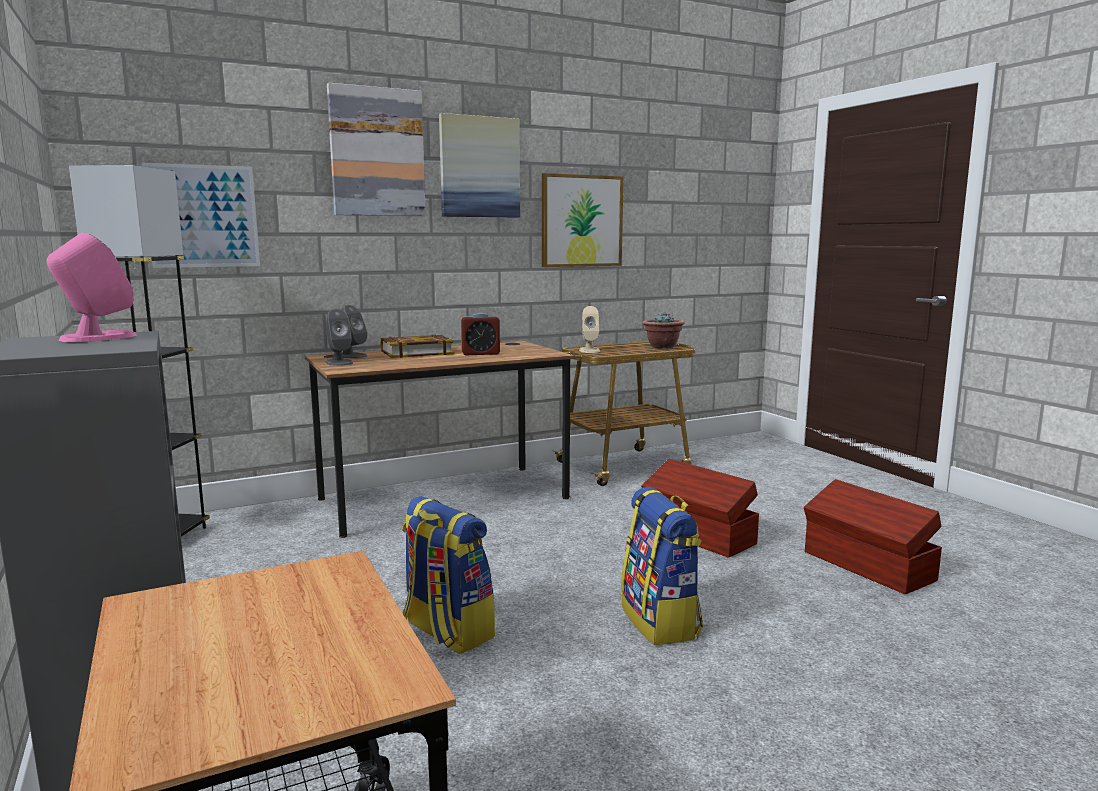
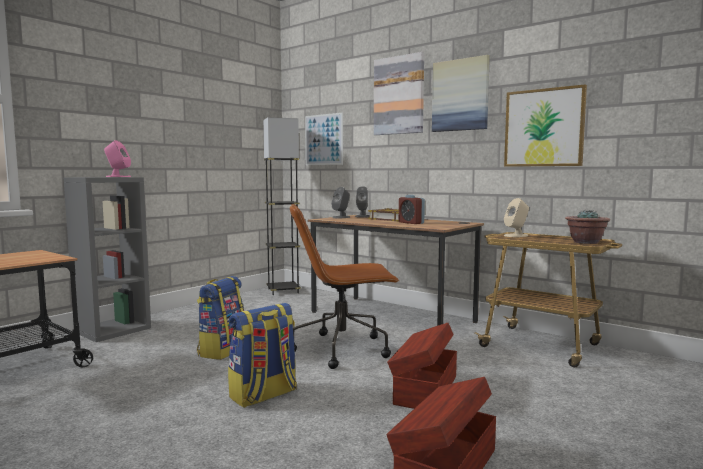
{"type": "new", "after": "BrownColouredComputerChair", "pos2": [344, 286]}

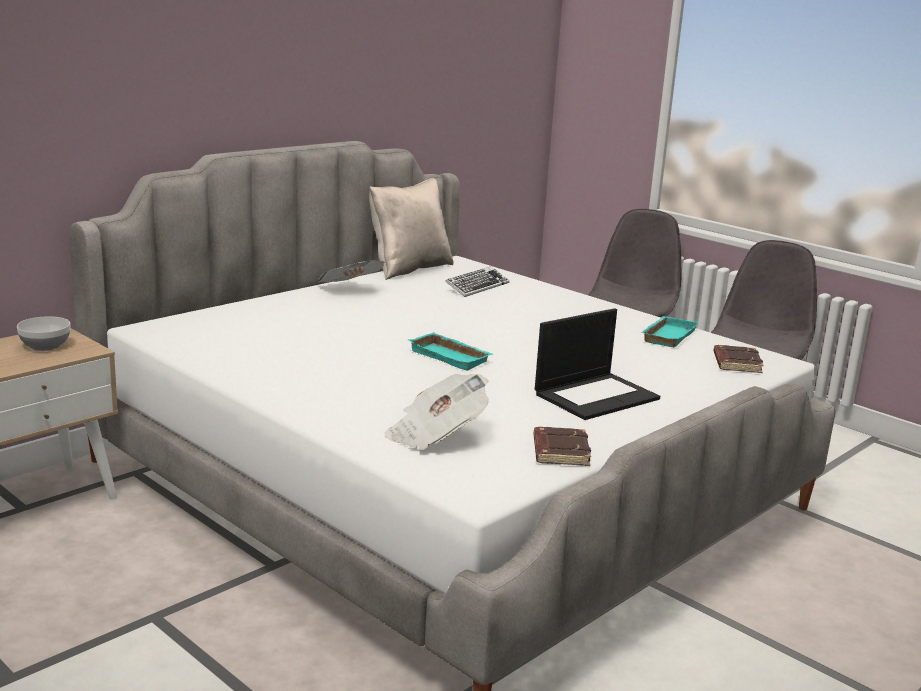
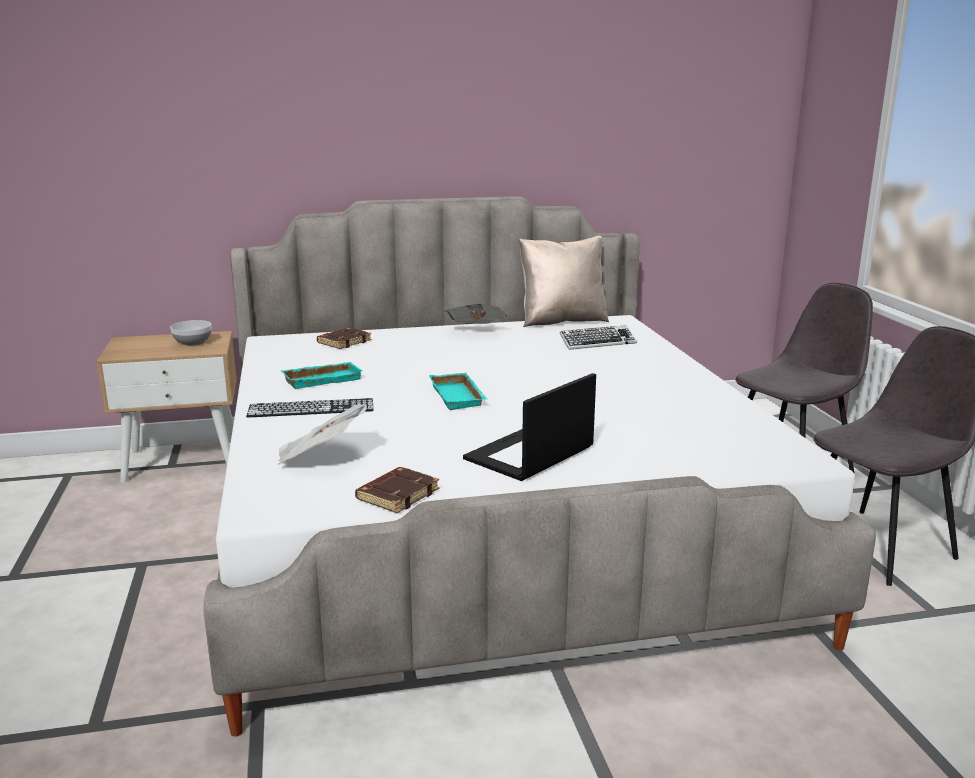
{"type": "rotated", "before": "PortableComputer", "pos1": [597, 364], "pos2": [529, 427], "turn": 135}
{"type": "shifted", "before": "TurquoiseColouredCarryingTray", "pos1": [669, 331], "pos2": [321, 375]}
{"type": "shifted", "before": "BrownColouredBoundBook", "pos1": [738, 359], "pos2": [344, 338]}
{"type": "new", "after": "Keyboard", "pos2": [310, 408]}

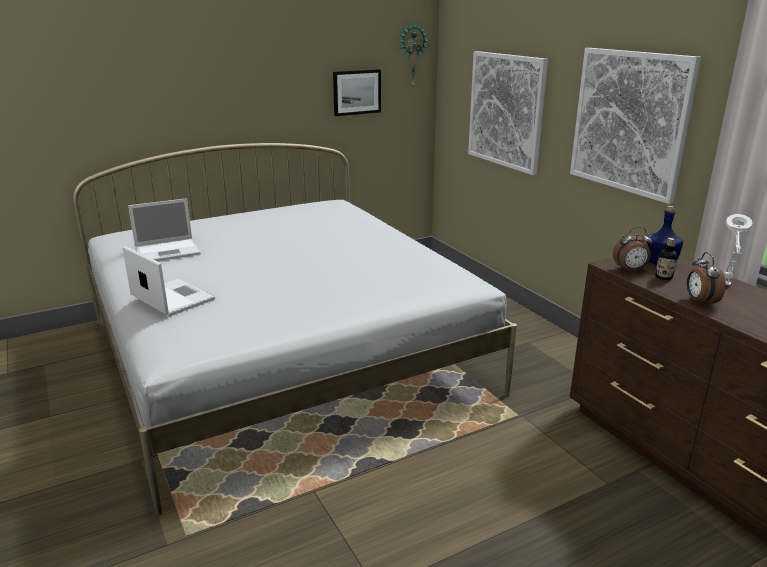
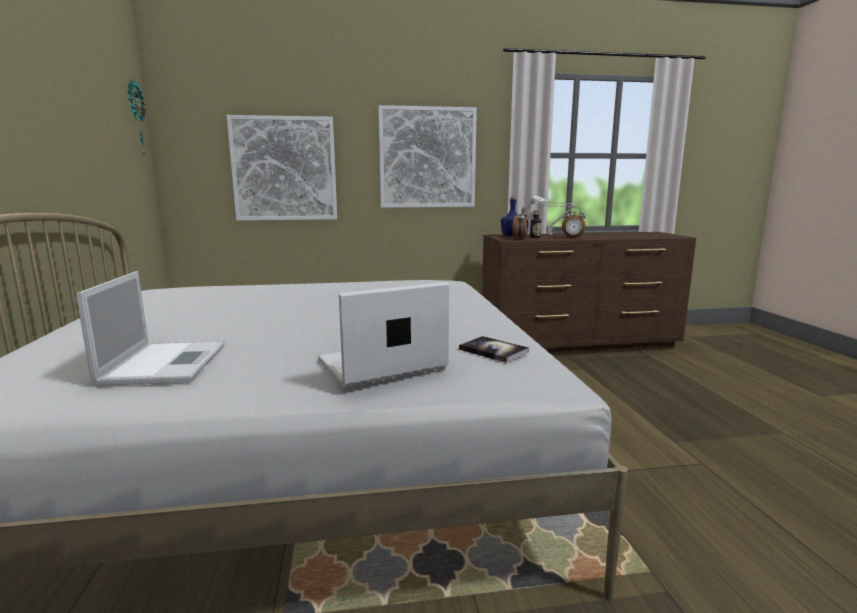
{"type": "gone", "before": "WallPicture", "pos1": [357, 92]}
{"type": "new", "after": "BoundBook", "pos2": [494, 349]}

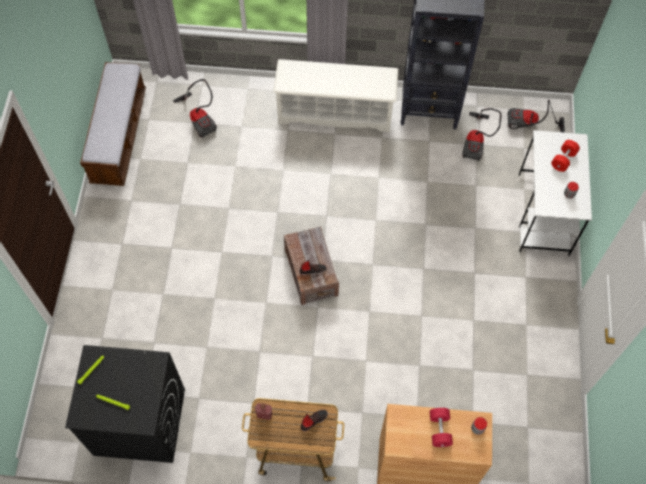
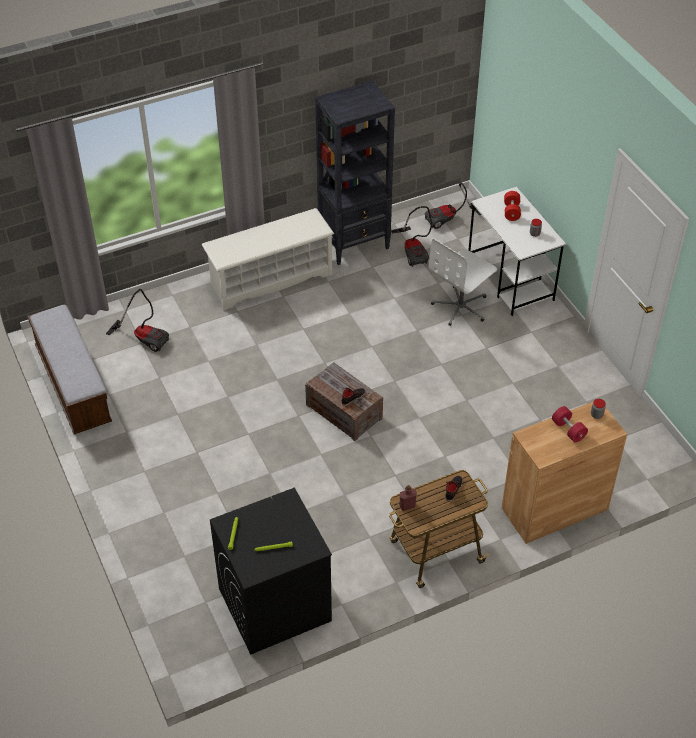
{"type": "new", "after": "WhitishComputerChair", "pos2": [463, 282]}

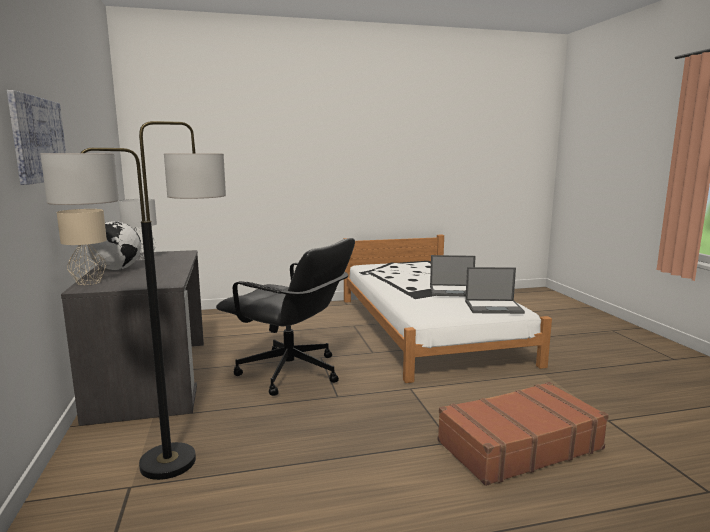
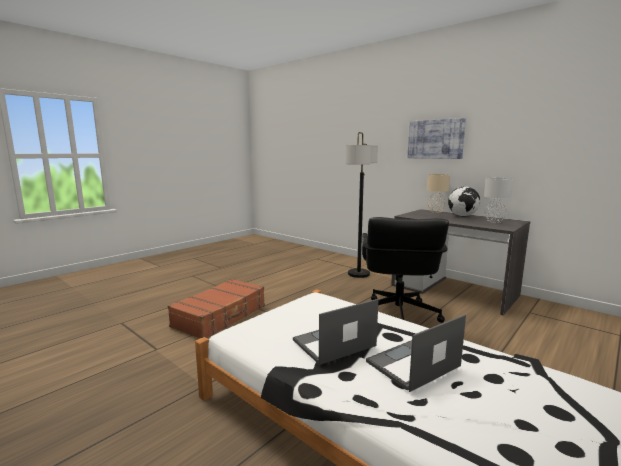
{"type": "rotated", "before": "BlackColouredComputerChair", "pos1": [285, 317], "pos2": [405, 270], "turn": -75}
{"type": "shifted", "before": "PortableComputer", "pos1": [495, 290], "pos2": [416, 353]}

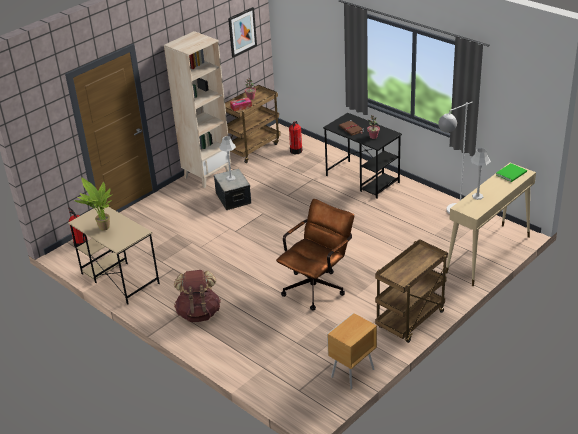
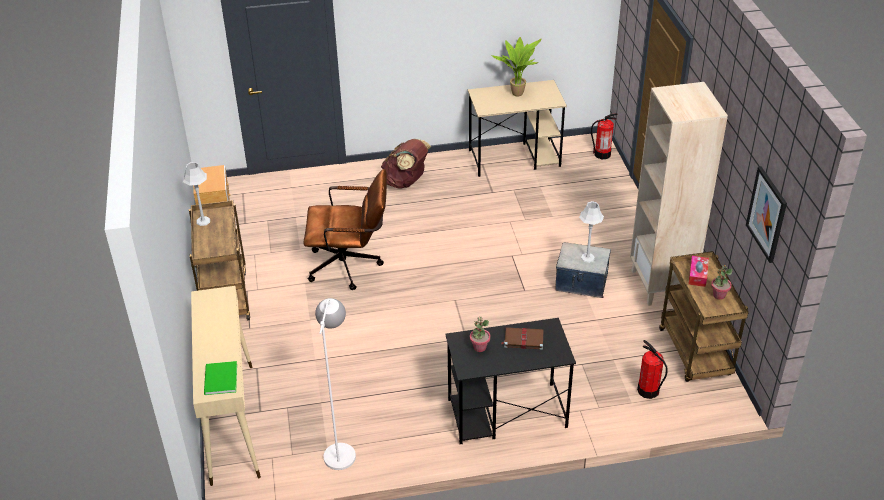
{"type": "rotated", "before": "BrownColouredComputerChair", "pos1": [315, 254], "pos2": [345, 229], "turn": -75}
{"type": "shifted", "before": "GreyLampForATable", "pos1": [481, 174], "pos2": [196, 194]}

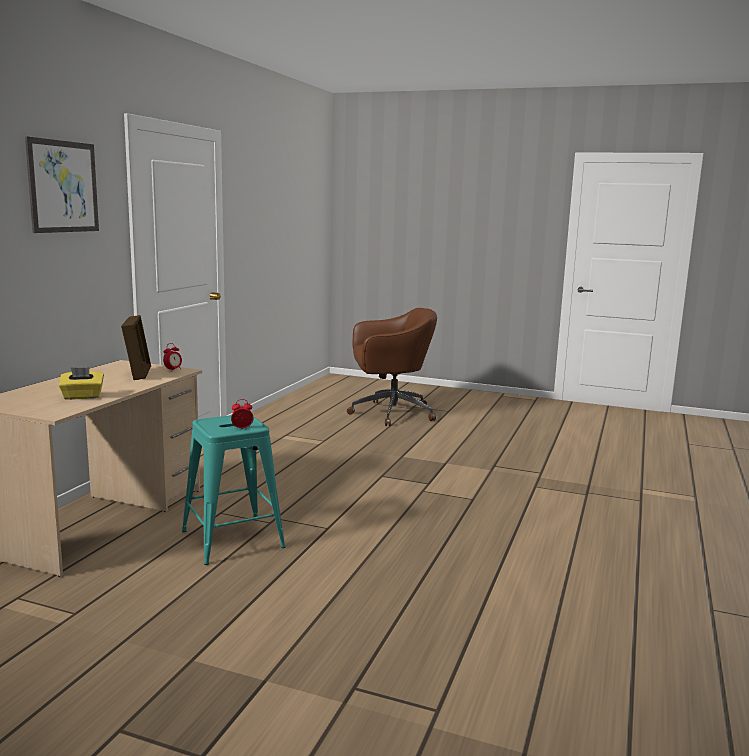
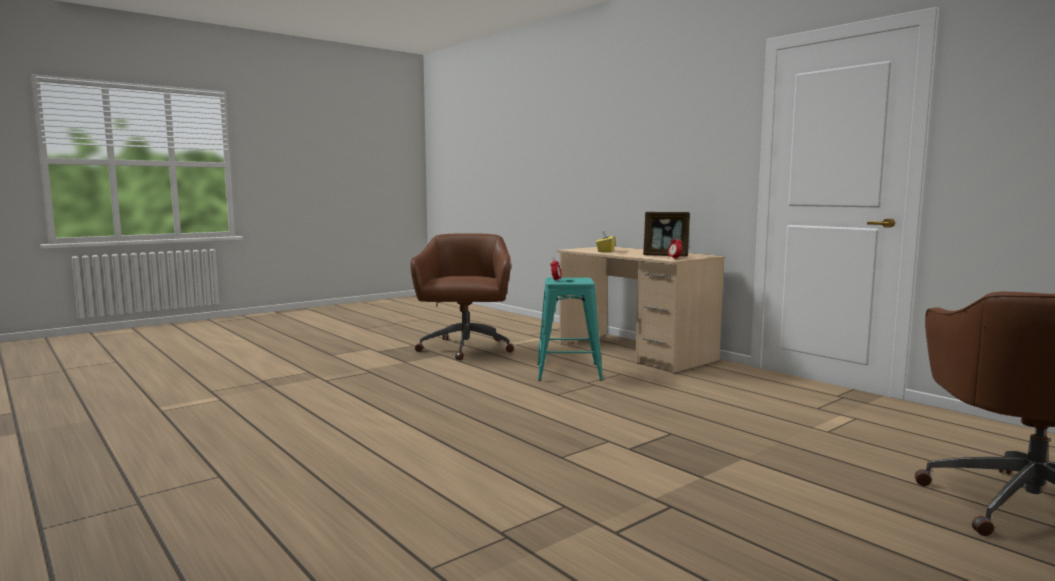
{"type": "gone", "before": "WallPicture", "pos1": [62, 184]}
{"type": "new", "after": "BrownColouredComputerChair", "pos2": [462, 296]}

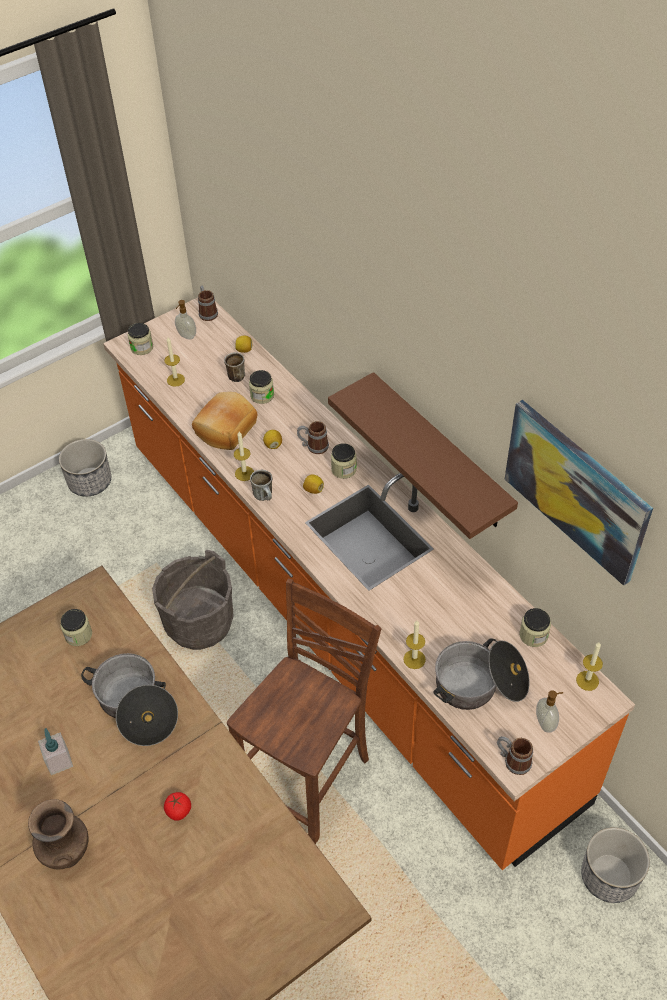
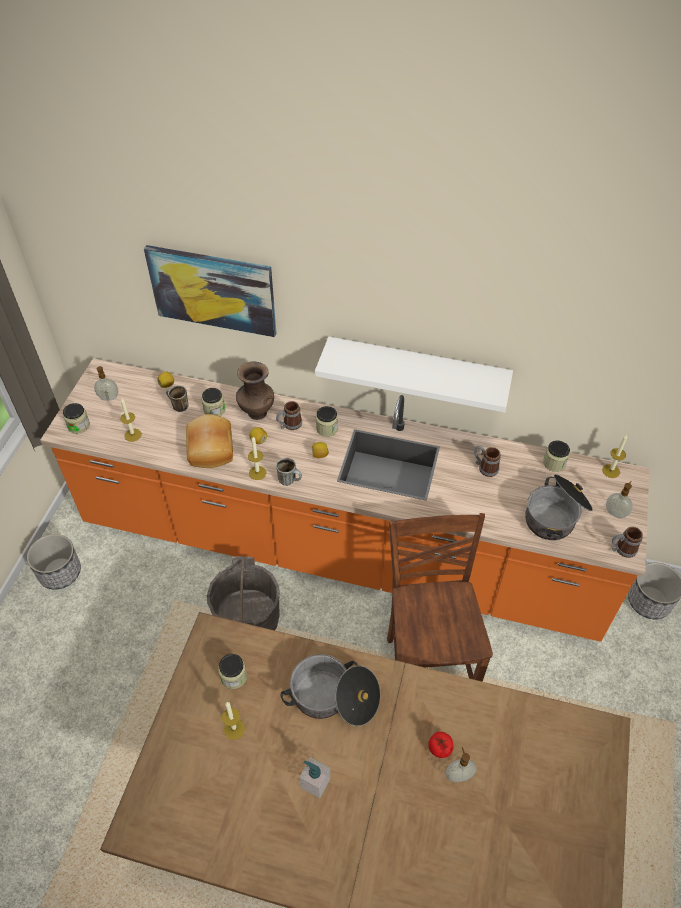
{"type": "shifted", "before": "BrownColouredDecorativeVase", "pos1": [58, 834], "pos2": [255, 391]}
{"type": "shifted", "before": "TeaMug", "pos1": [208, 303], "pos2": [487, 461]}
{"type": "repainted", "before": "BrownColouredShelf", "after": "WhitishShelf", "pos1": [423, 455], "pos2": [414, 375]}
{"type": "shifted", "before": "Candle", "pos1": [414, 645], "pos2": [233, 721]}
{"type": "shifted", "before": "WallPicture", "pos1": [579, 493], "pos2": [210, 291]}
{"type": "new", "after": "SoapDispenser", "pos2": [461, 764]}

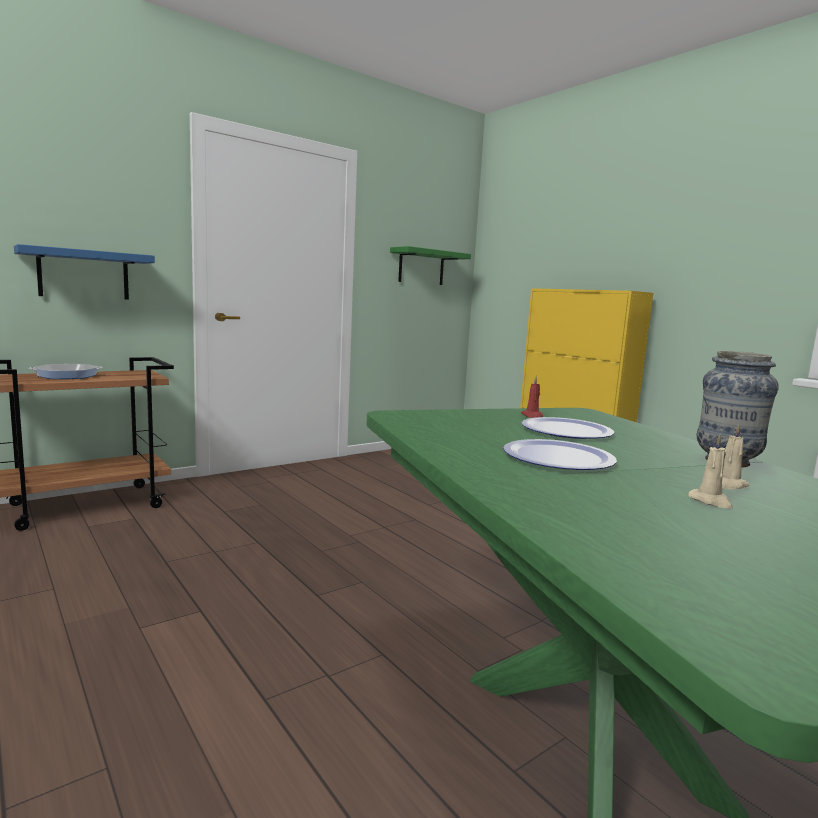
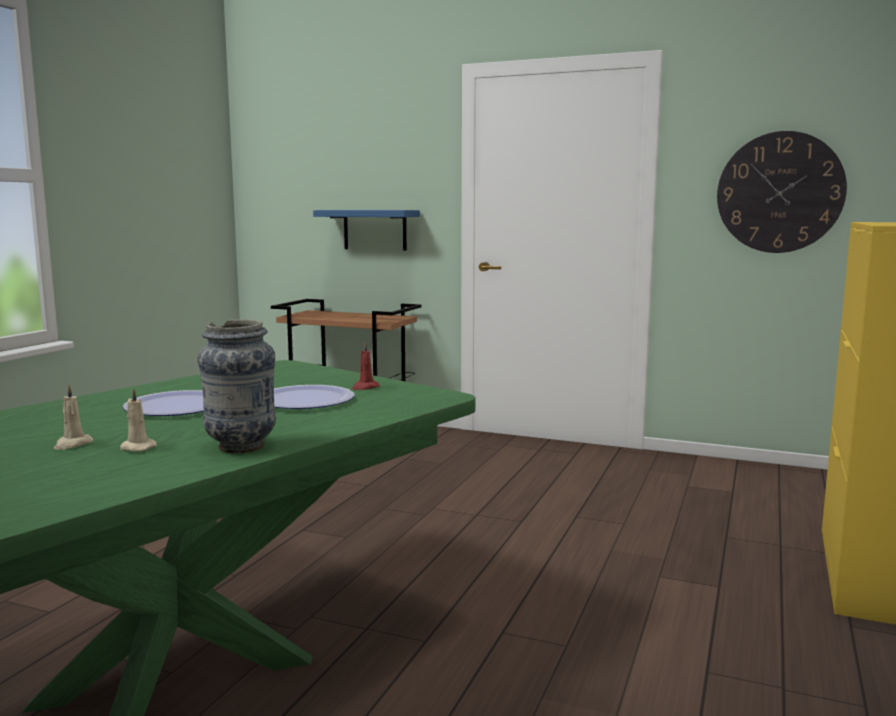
{"type": "gone", "before": "Pan", "pos1": [66, 371]}
{"type": "swapped", "before": "GreenishShelf", "after": "WallClock", "pos1": [430, 265], "pos2": [782, 192]}

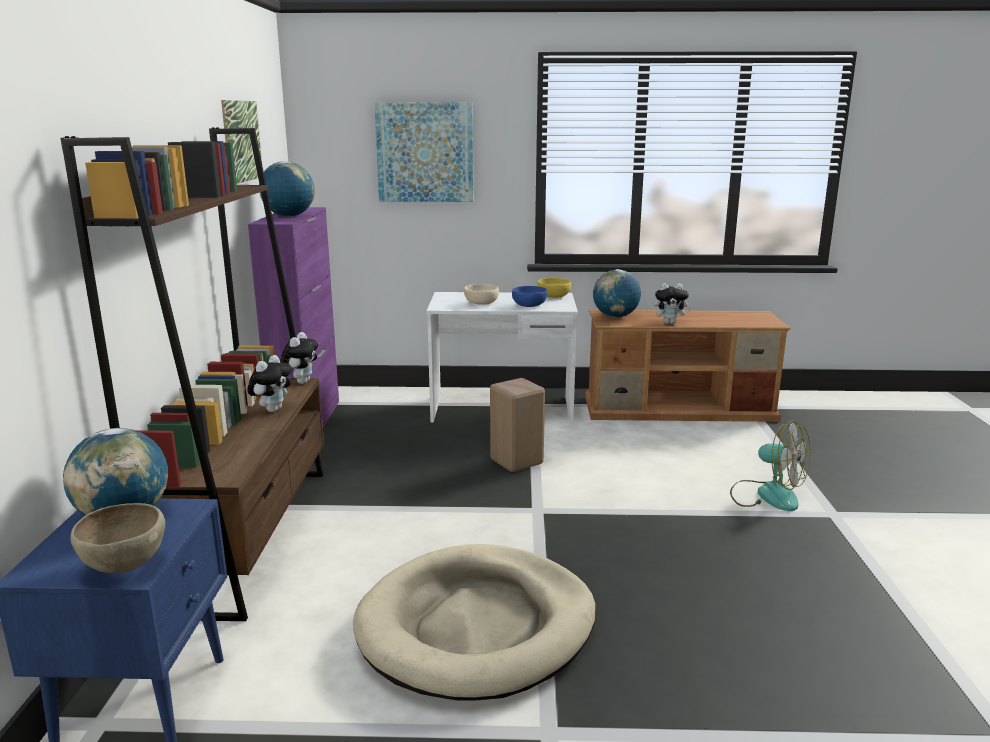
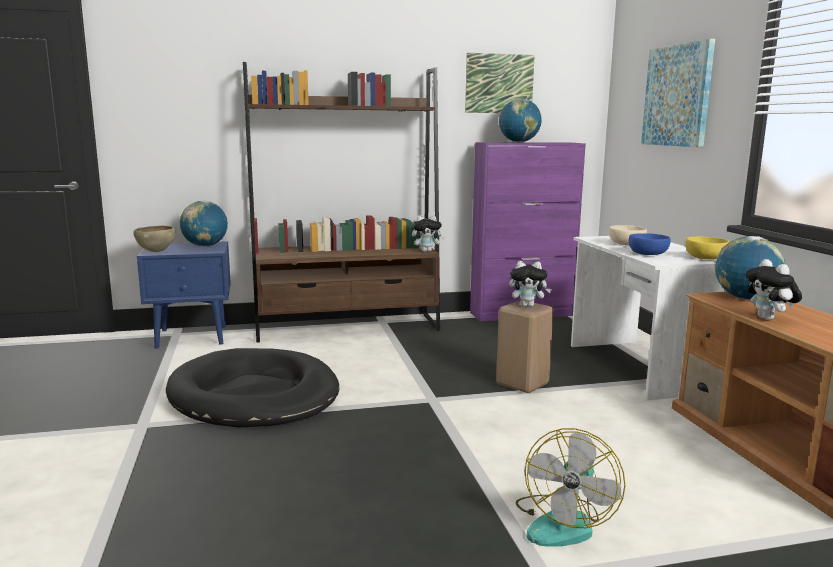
{"type": "shifted", "before": "PlushToy", "pos1": [269, 383], "pos2": [530, 284]}
{"type": "repainted", "before": "BeigeColouredDogCushion", "after": "BlackColouredDogCushion", "pos1": [474, 622], "pos2": [252, 388]}

